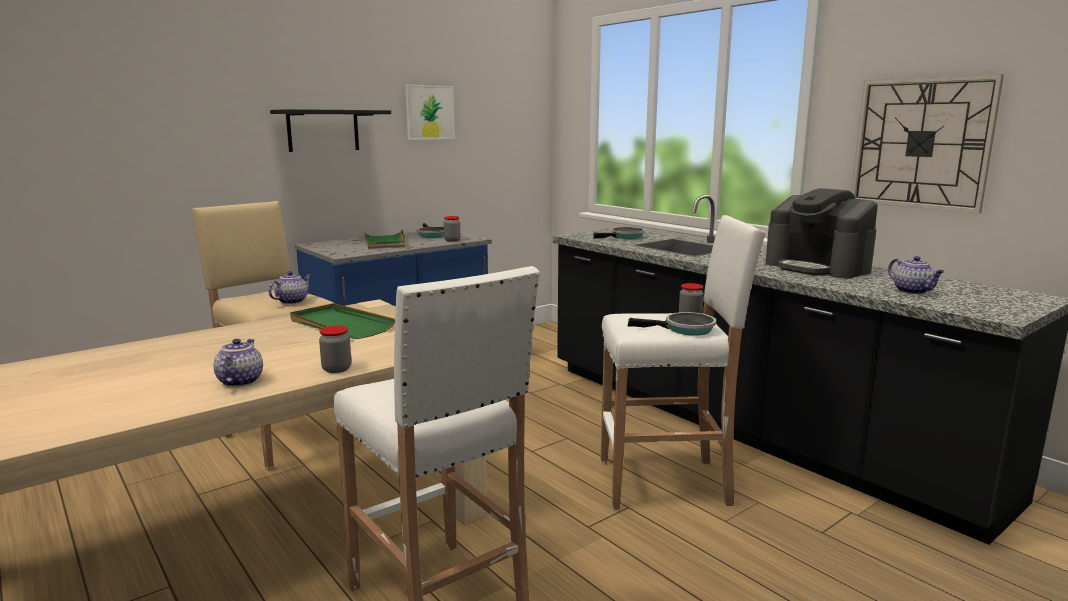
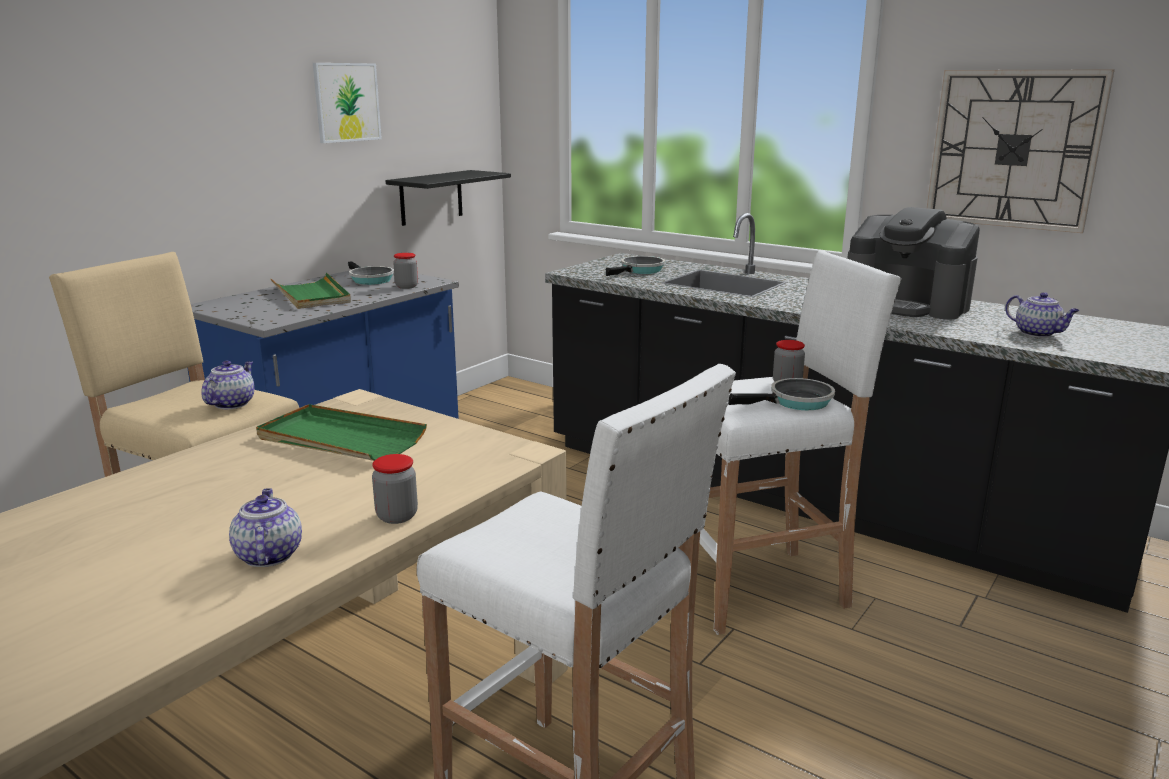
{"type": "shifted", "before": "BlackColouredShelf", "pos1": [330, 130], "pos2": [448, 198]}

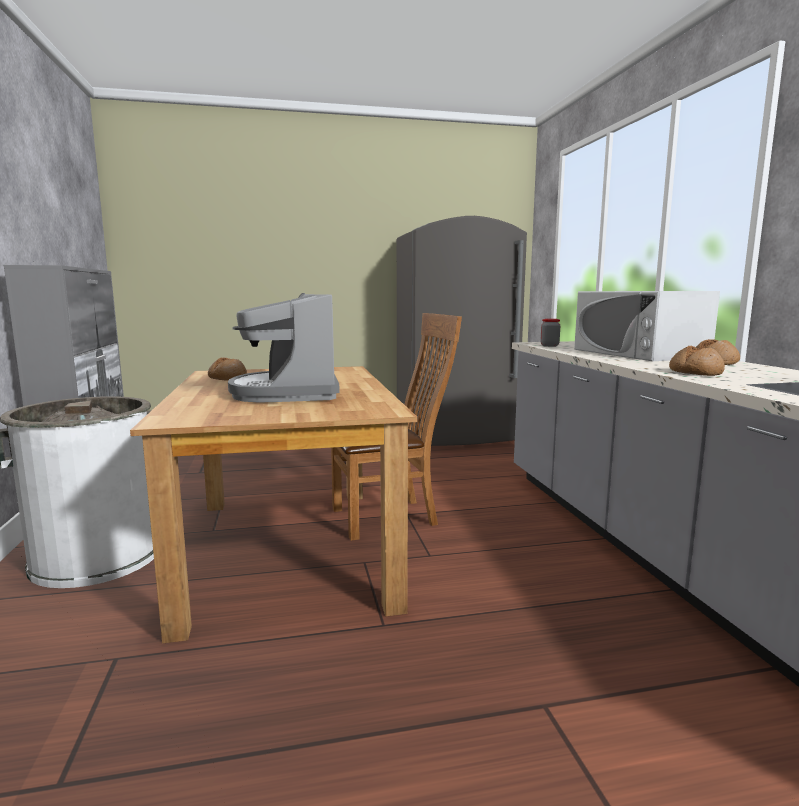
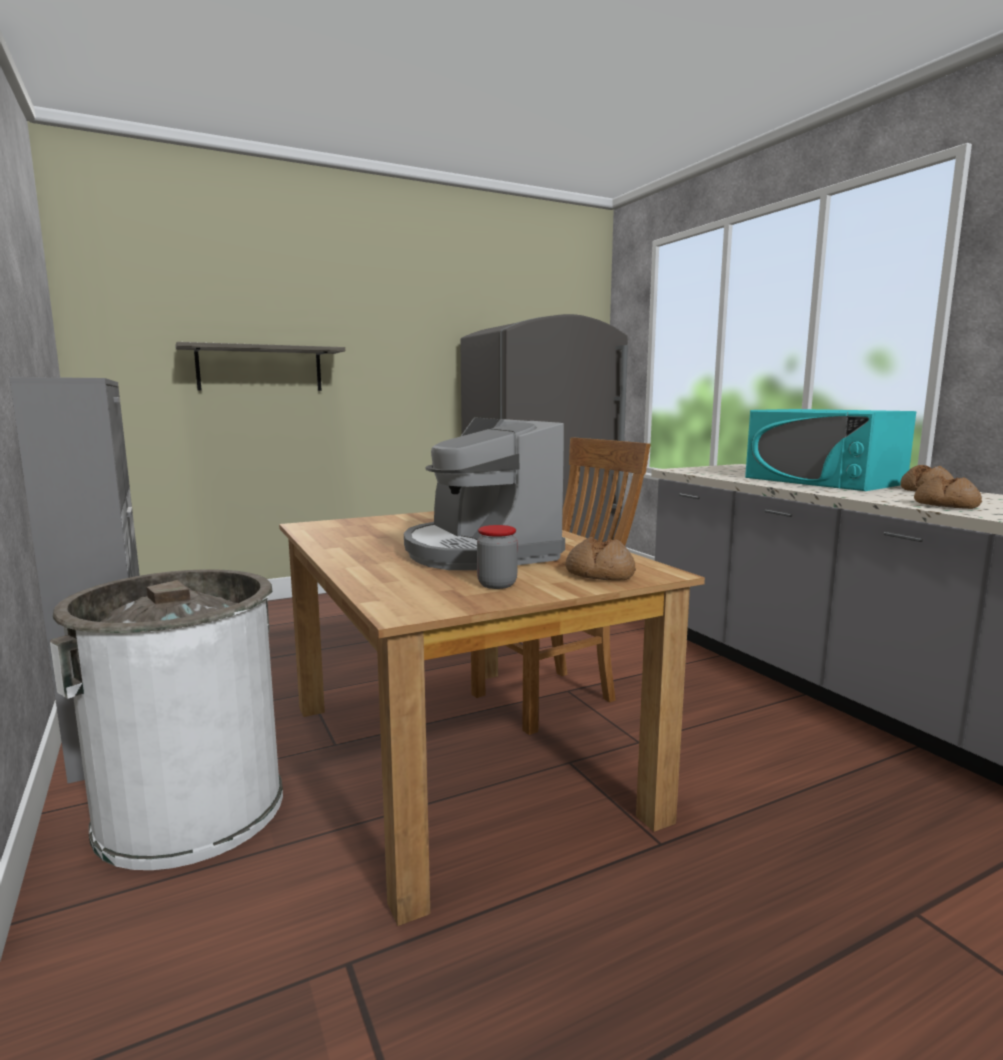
{"type": "shifted", "before": "Bread", "pos1": [227, 369], "pos2": [600, 559]}
{"type": "shifted", "before": "PreserveJar", "pos1": [550, 333], "pos2": [497, 557]}
{"type": "repainted", "before": "WhitishMicrowaveOven", "after": "TurquoiseColouredMicrowaveOven", "pos1": [647, 326], "pos2": [830, 450]}
{"type": "new", "after": "Shelf", "pos2": [260, 366]}

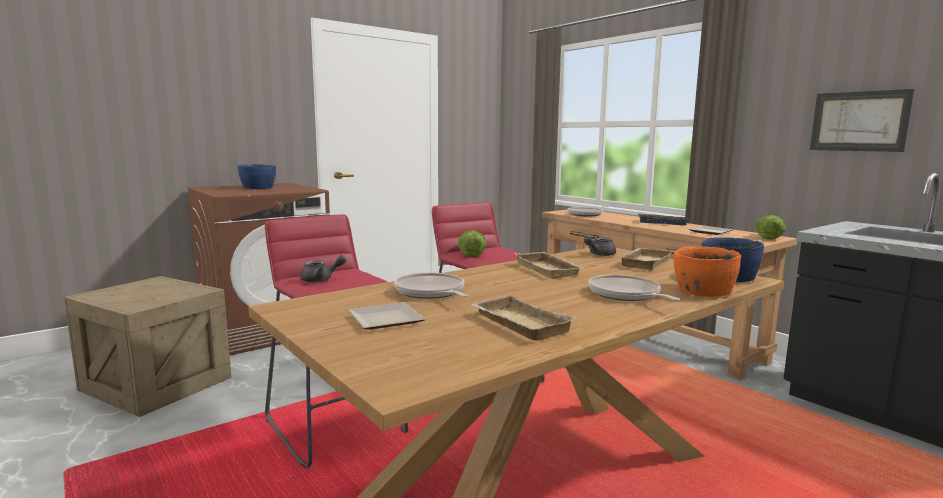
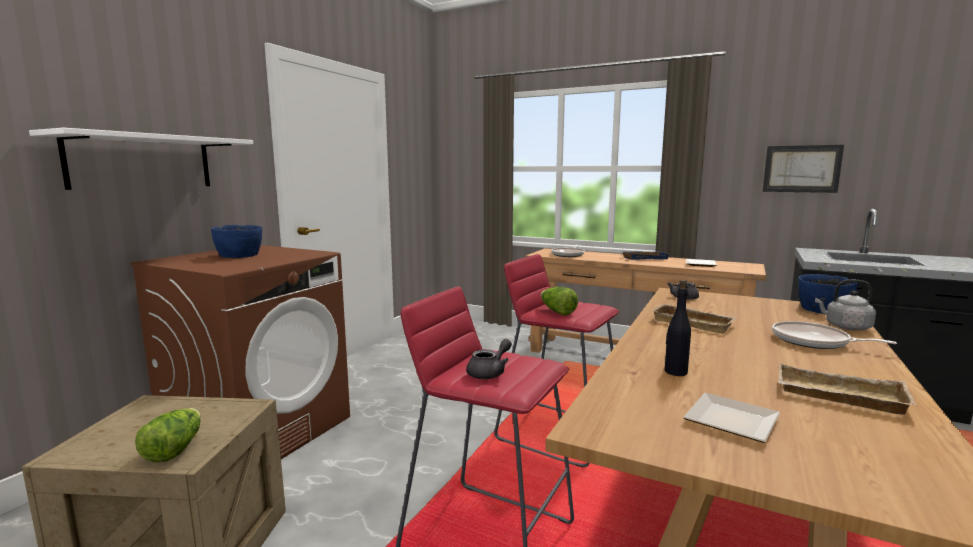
{"type": "swapped", "before": "Pan", "after": "BlackColouredDrinkBottle", "pos1": [431, 286], "pos2": [678, 328]}
{"type": "gone", "before": "BeigeColouredCarryingTray", "pos1": [646, 259]}
{"type": "swapped", "before": "OrangeyBowl", "after": "GreyKettle", "pos1": [707, 271], "pos2": [845, 305]}
{"type": "shifted", "before": "HeadOfLettuce", "pos1": [770, 227], "pos2": [168, 435]}
{"type": "new", "after": "WhitishShelf", "pos2": [141, 159]}

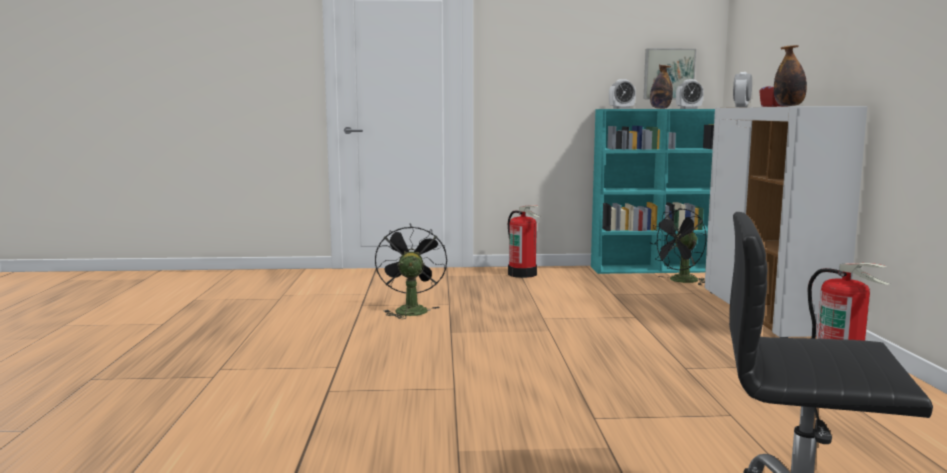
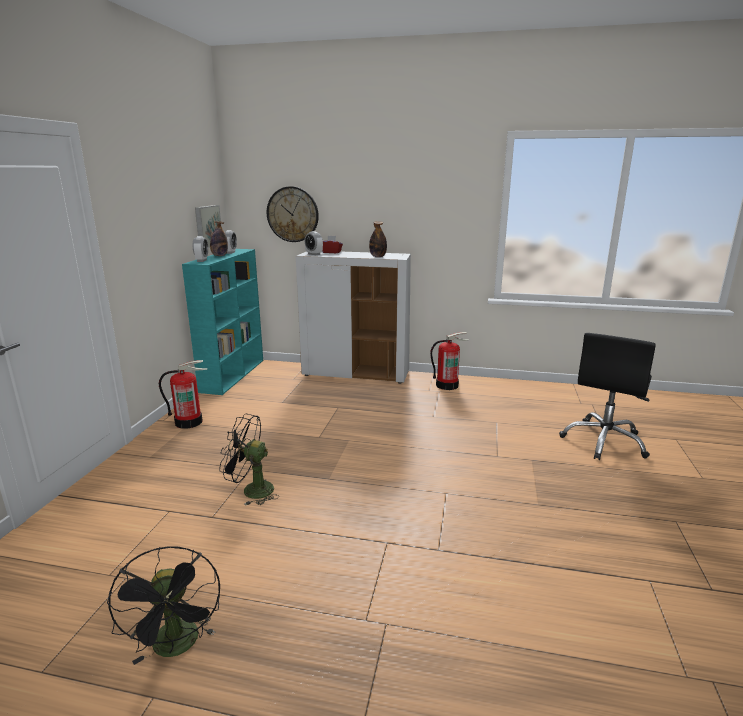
{"type": "shifted", "before": "BlackColouredCoolingFan", "pos1": [679, 246], "pos2": [163, 605]}
{"type": "new", "after": "WallClock", "pos2": [293, 214]}

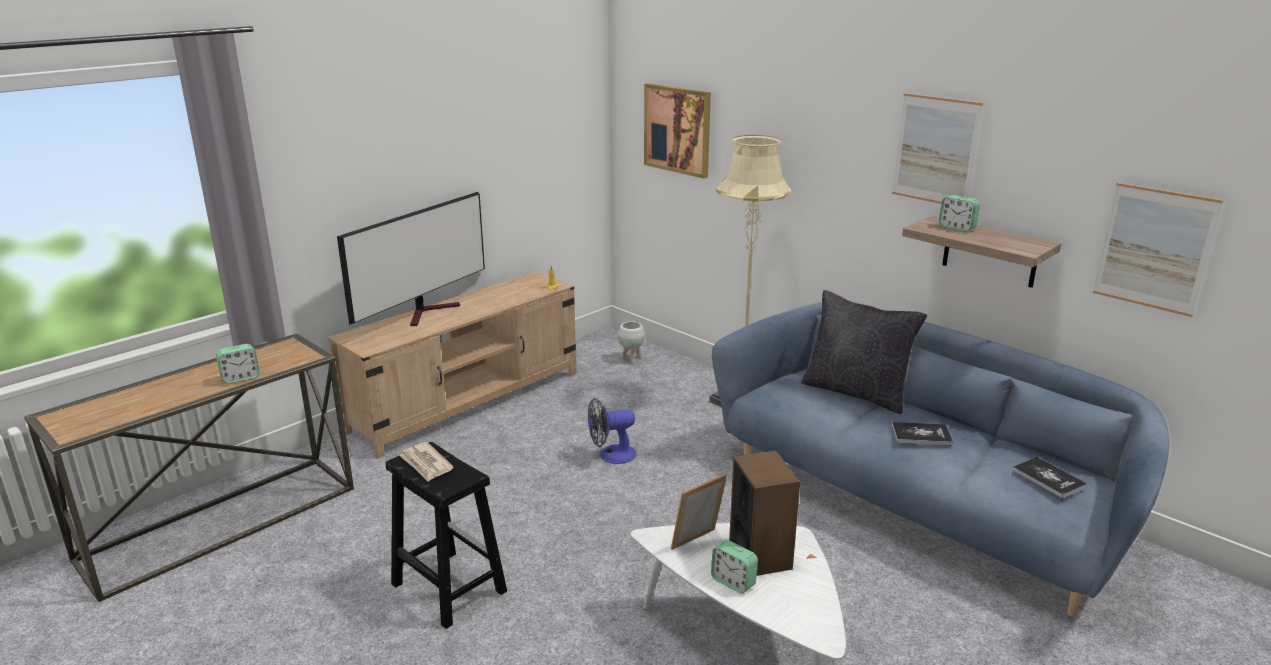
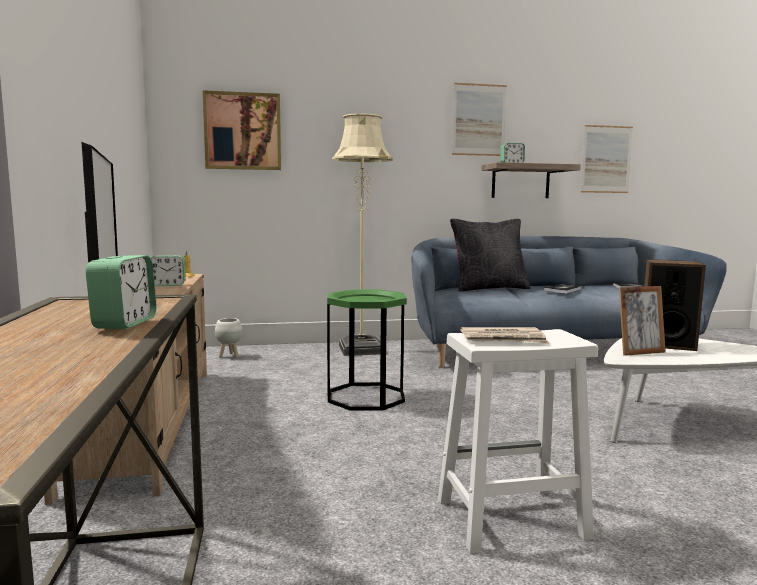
{"type": "repainted", "before": "BlackColouredSittingStool", "after": "WhitishSittingStool", "pos1": [446, 535], "pos2": [518, 441]}
{"type": "swapped", "before": "CoolingFan", "after": "GreenishEndTable", "pos1": [612, 431], "pos2": [367, 349]}
{"type": "rotated", "before": "PictureFrame", "pos1": [699, 512], "pos2": [642, 321], "turn": -105}
{"type": "shifted", "before": "TableClock", "pos1": [734, 567], "pos2": [168, 270]}

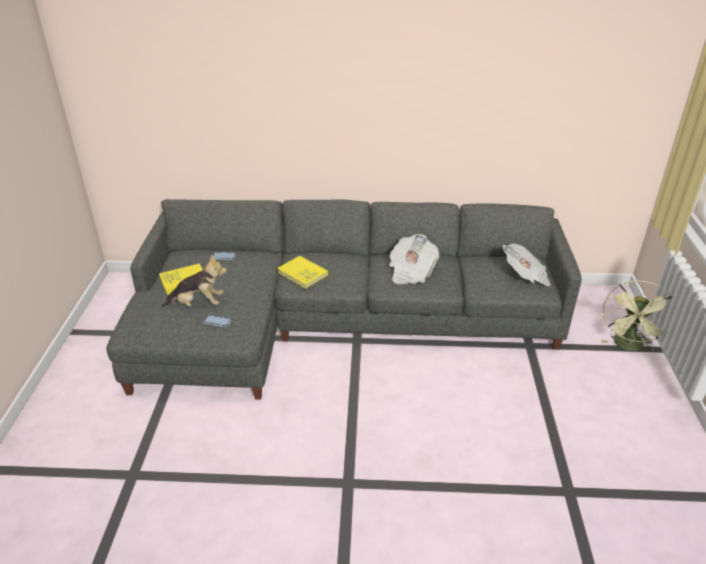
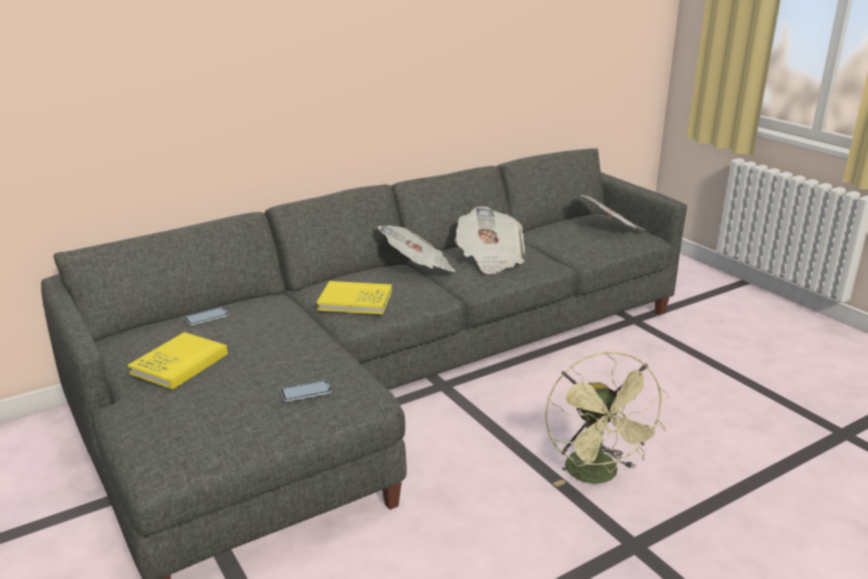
{"type": "gone", "before": "PlushToy", "pos1": [194, 281]}
{"type": "shifted", "before": "GreenishCoolingFan", "pos1": [637, 316], "pos2": [607, 419]}
{"type": "new", "after": "DailyPaper", "pos2": [417, 248]}

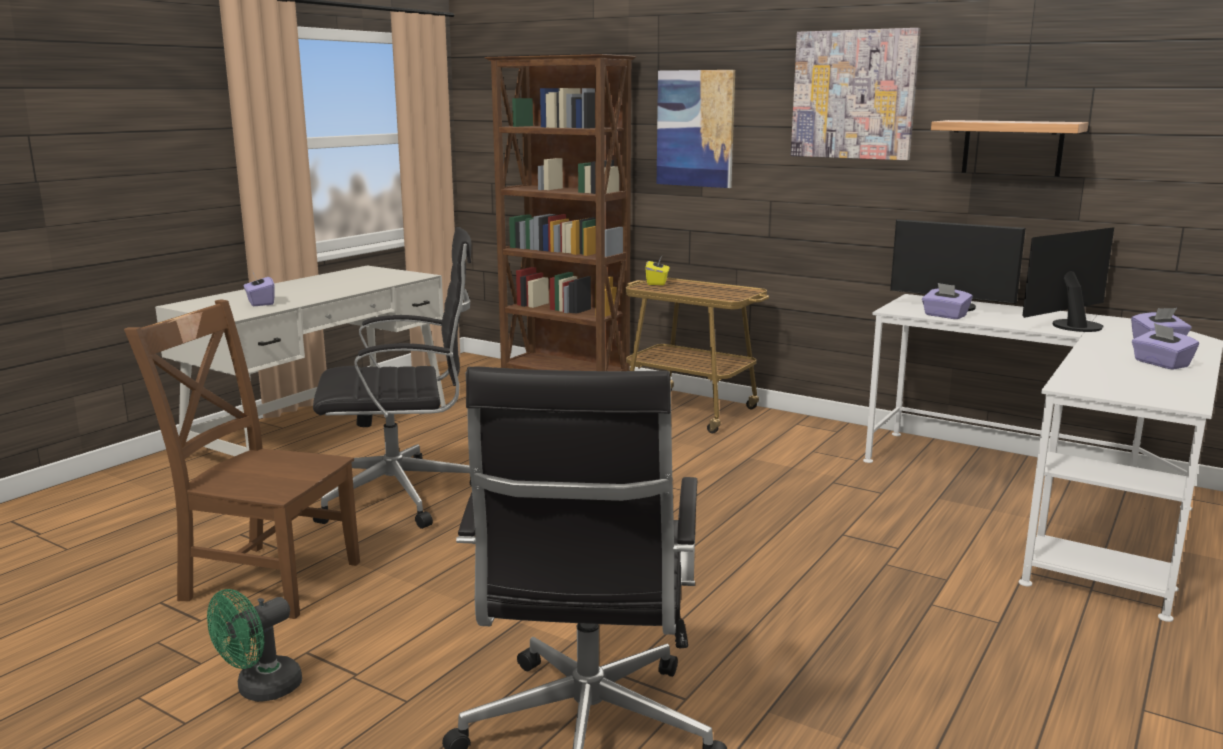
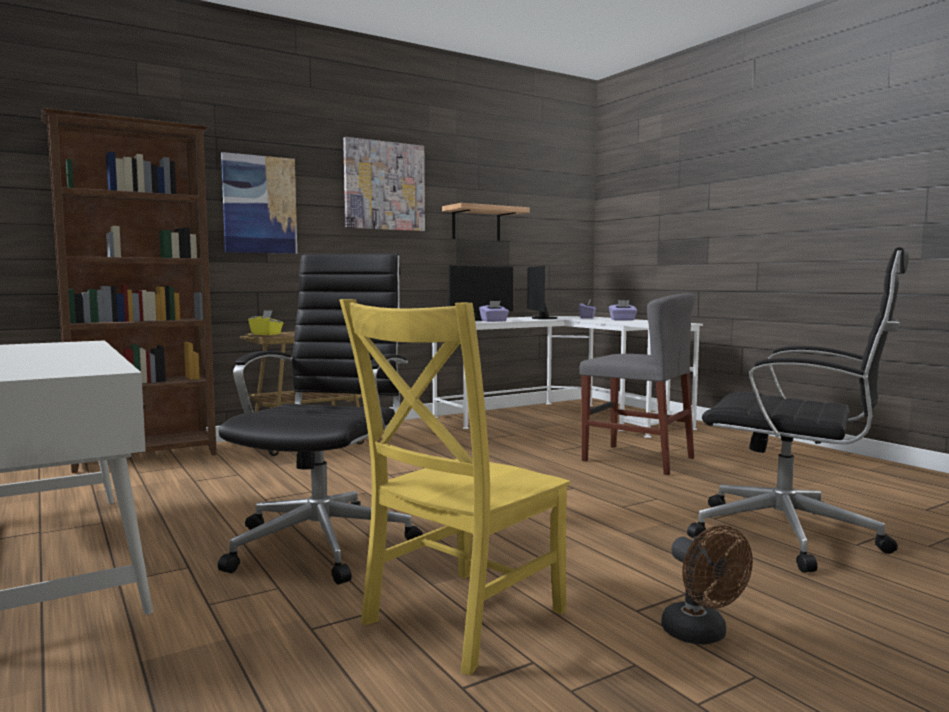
{"type": "repainted", "before": "BrownColouredPlainChair", "after": "YellowColouredPlainChair", "pos1": [242, 459], "pos2": [454, 487]}
{"type": "repainted", "before": "GreenishCoolingFan", "after": "BrownColouredCoolingFan", "pos1": [254, 645], "pos2": [707, 584]}
{"type": "gone", "before": "PurpleColouredBoxOfTissues", "pos1": [259, 288]}
{"type": "new", "after": "GreyPlainChair", "pos2": [637, 384]}

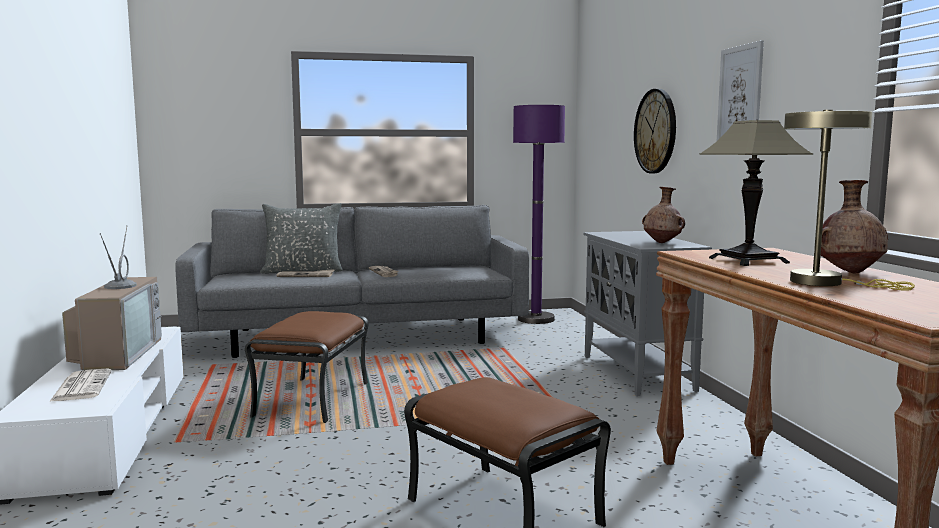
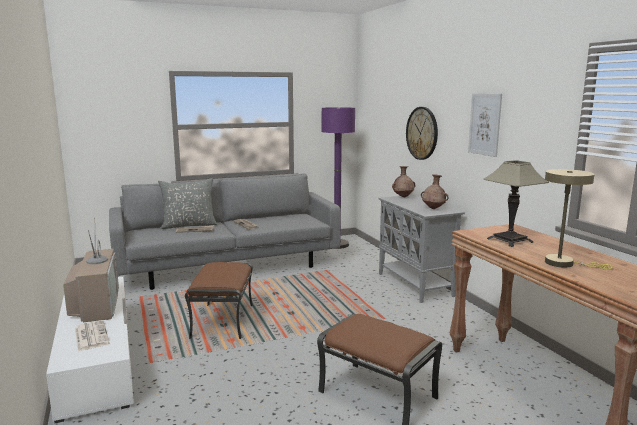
{"type": "shifted", "before": "BrownColouredDecorativeVase", "pos1": [854, 226], "pos2": [403, 181]}

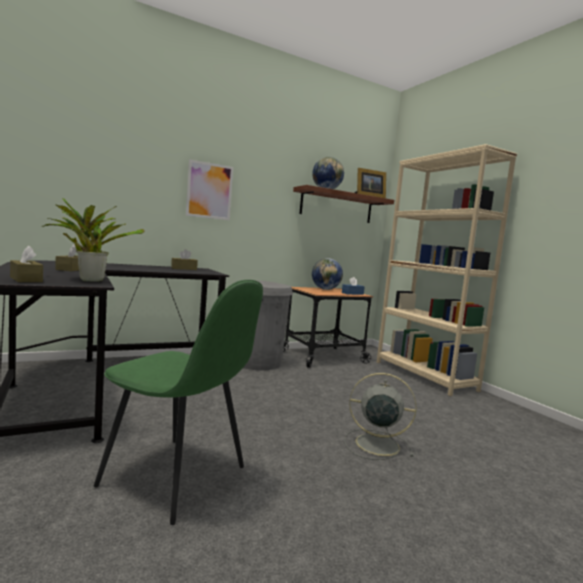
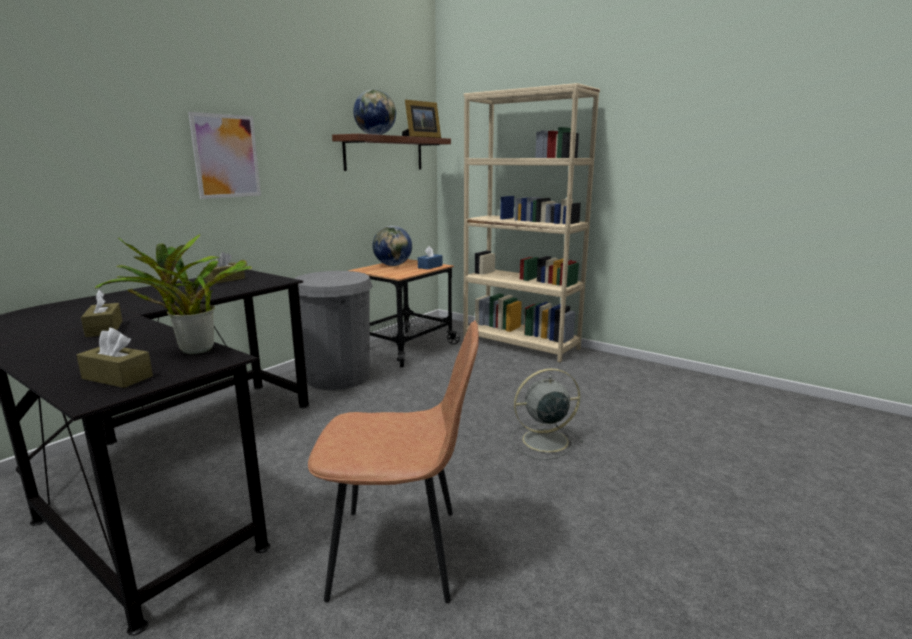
{"type": "repainted", "before": "GreenishPlainChair", "after": "BrownColouredPlainChair", "pos1": [178, 402], "pos2": [393, 461]}

